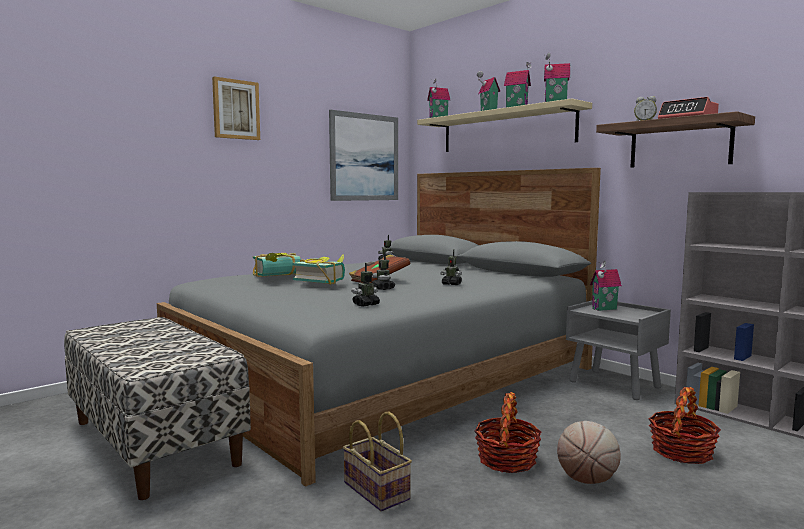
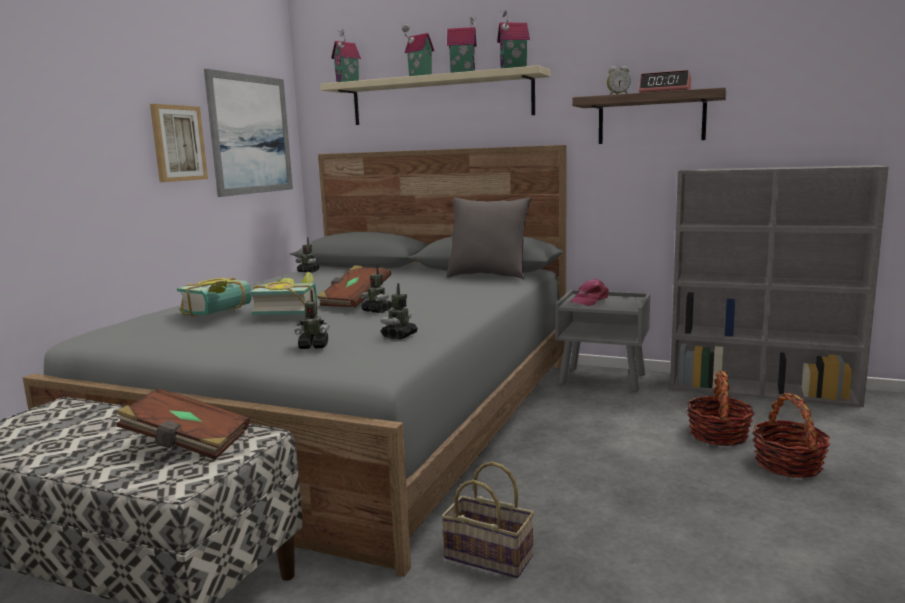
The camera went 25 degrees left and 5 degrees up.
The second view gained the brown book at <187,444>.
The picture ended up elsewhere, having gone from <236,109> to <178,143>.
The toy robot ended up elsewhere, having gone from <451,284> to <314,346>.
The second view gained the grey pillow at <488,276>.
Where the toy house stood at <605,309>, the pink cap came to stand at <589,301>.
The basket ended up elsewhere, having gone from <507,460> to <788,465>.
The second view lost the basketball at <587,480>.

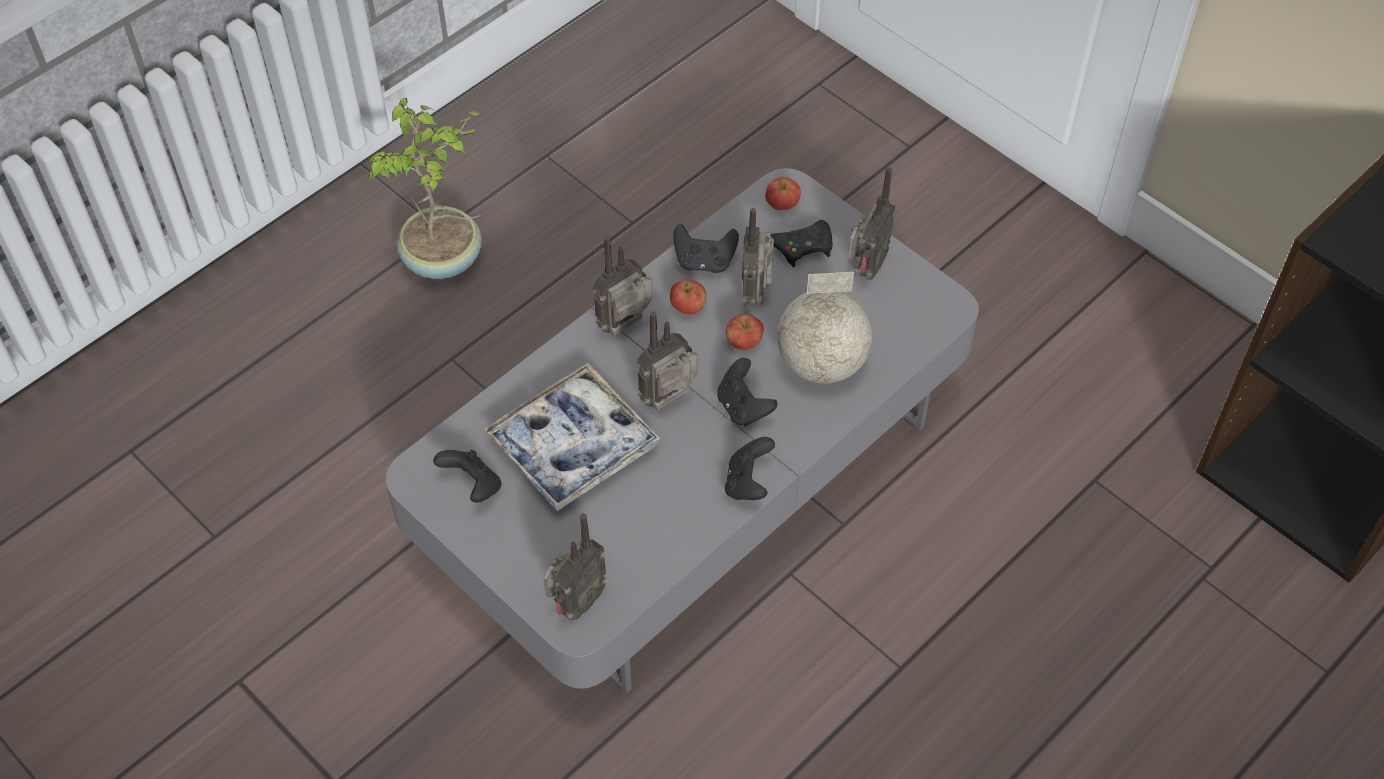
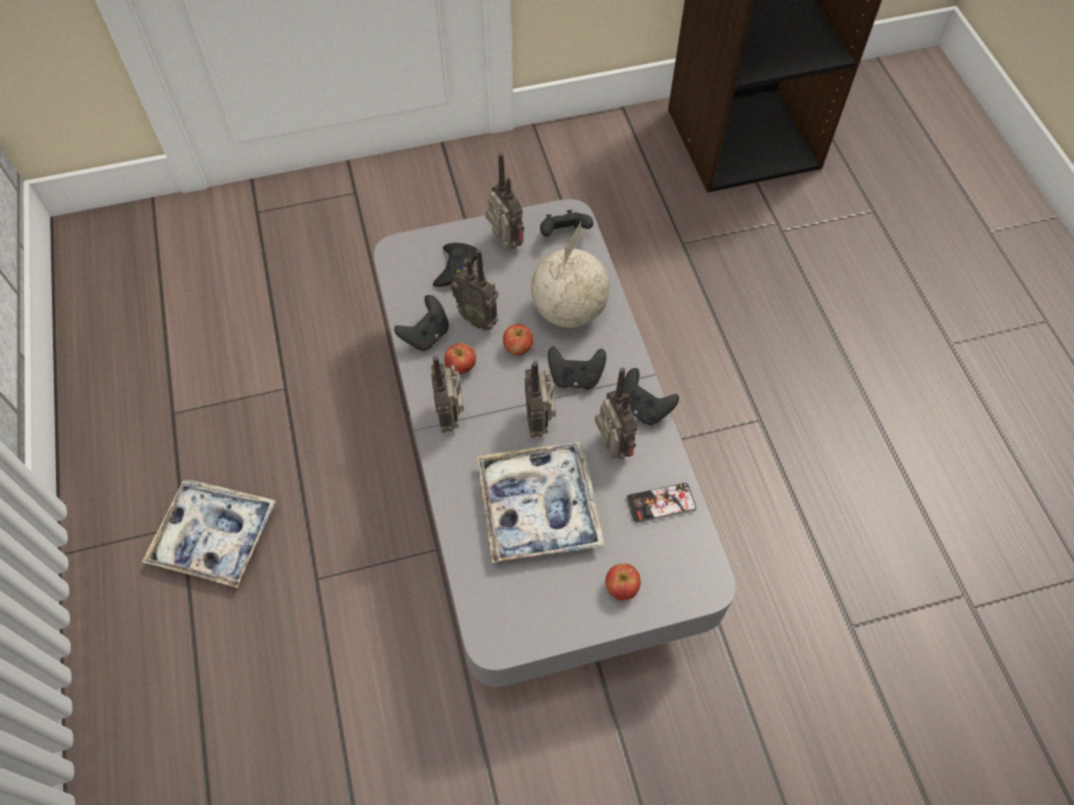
The camera went 60 degrees left and 5 degrees up.
Where the potted plant stood at <444,260>, the tray came to stand at <214,537>.
The black game controller ended up elsewhere, having gone from <473,486> to <564,234>.
The radio ended up elsewhere, having gone from <575,604> to <612,449>.
The apple ended up elsewhere, having gone from <782,205> to <621,587>.
The second view gained the phone at <660,504>.

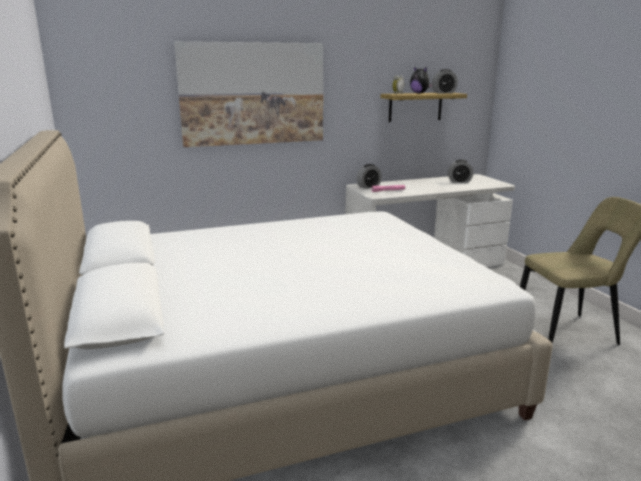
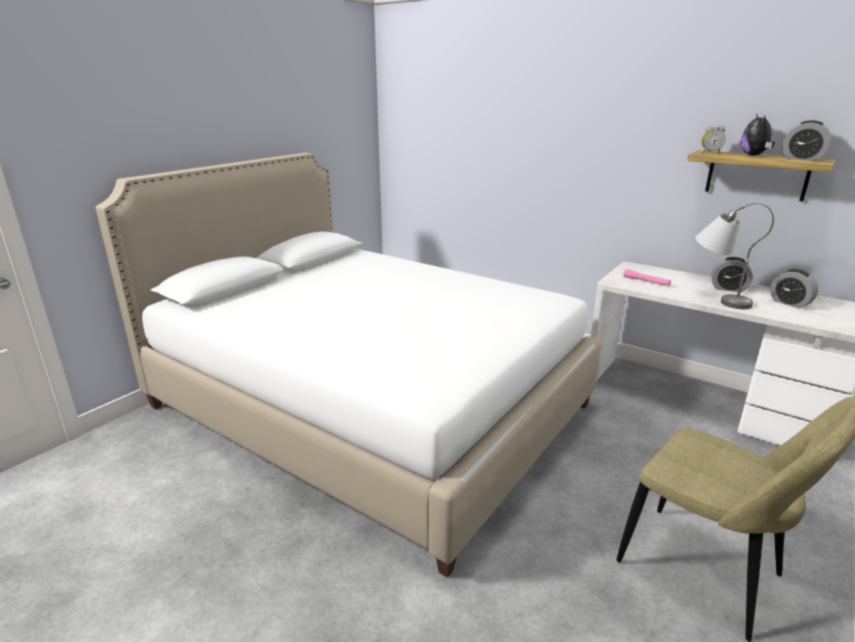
The camera went 55 degrees right and 5 degrees up.
The second view gained the grey table lamp at <716,298>.
The alarm clock ended up elsewhere, having gone from <368,187> to <728,289>.
The second view lost the picture at <253,94>.

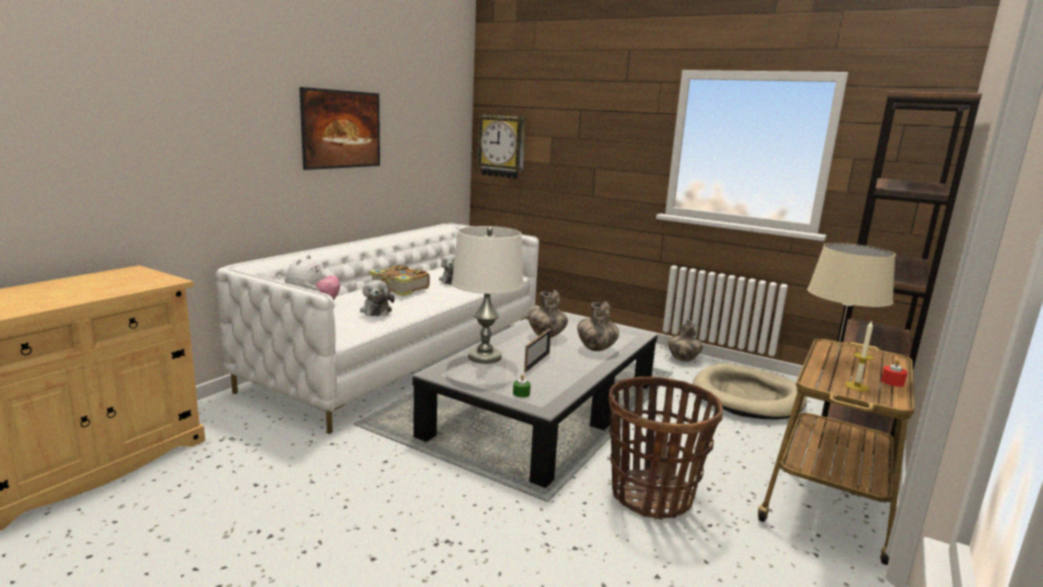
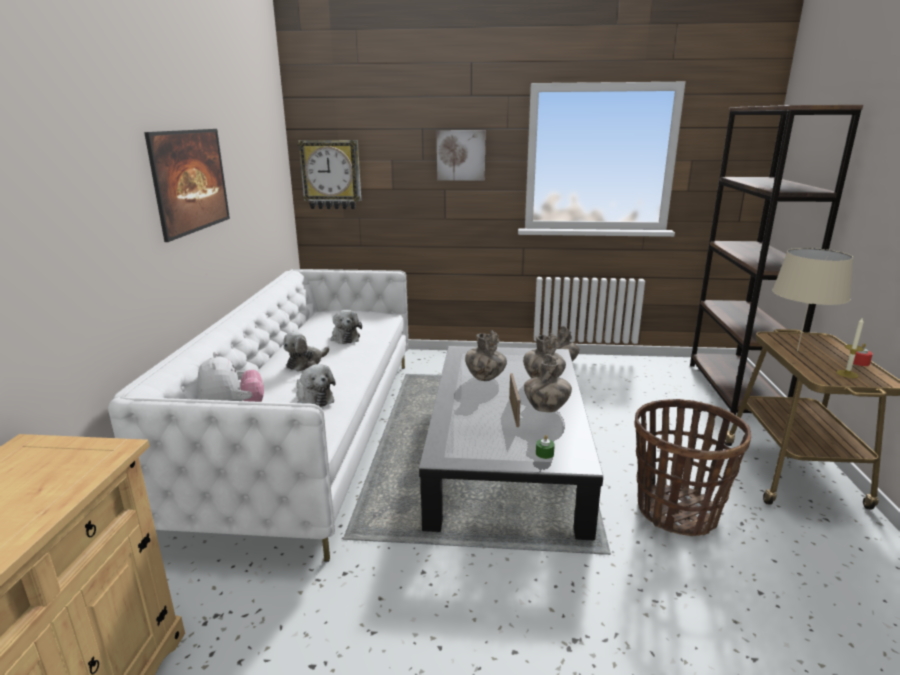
The camera went 25 degrees left and 5 degrees up.
Where the book stood at <399,289>, the plush toy came to stand at <306,363>.
The second view gained the picture at <461,155>.
The second view gained the vase at <546,409>.
The second view lost the white table lamp at <485,357>.
The second view lost the beige dog bed at <748,397>.

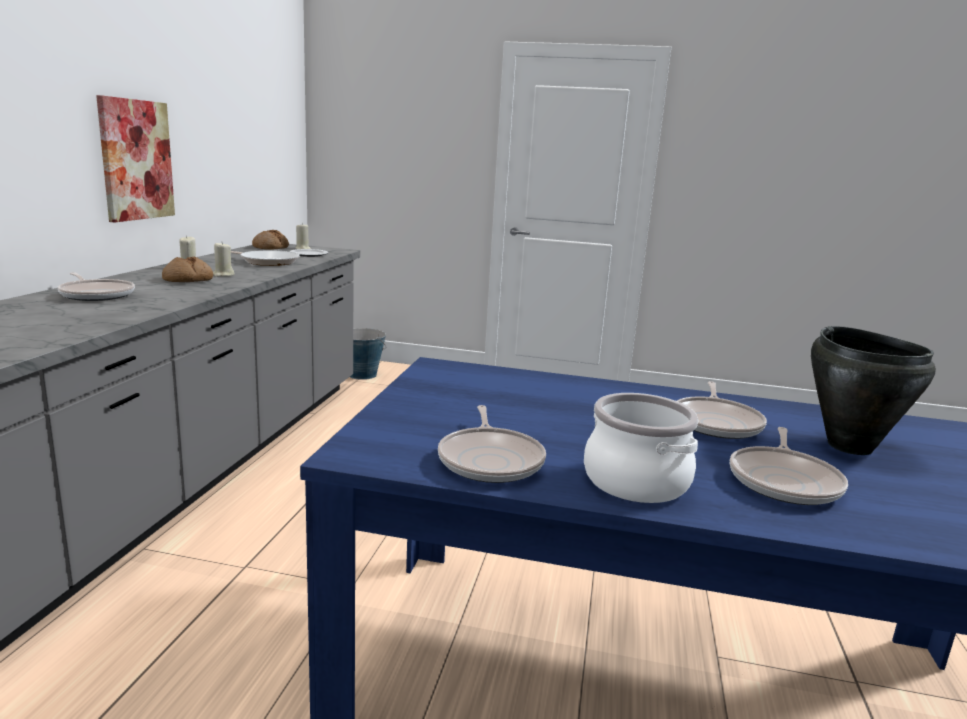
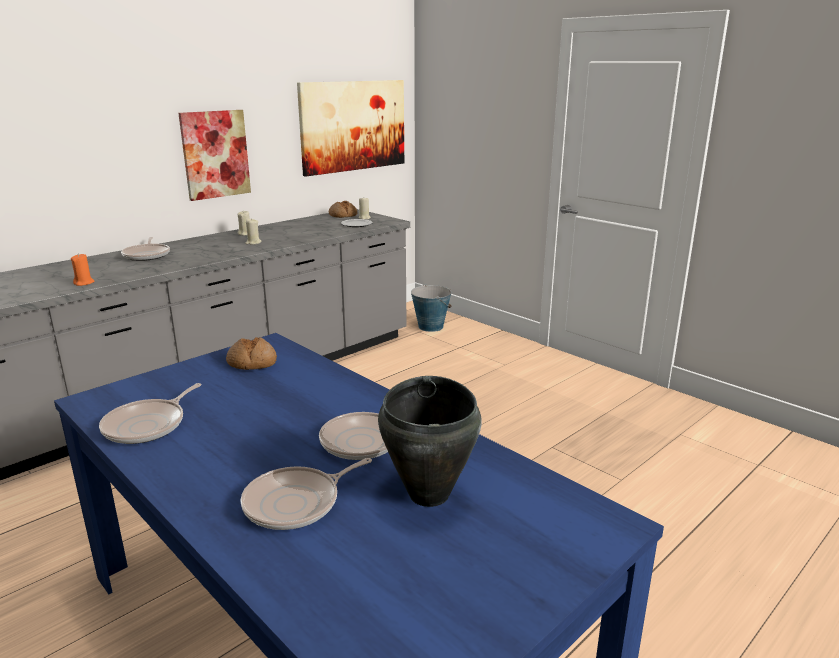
The camera went 35 degrees right and 5 degrees up.
The second view gained the orange candle at <84,283>.
The bread ended up elsewhere, having gone from <188,280> to <252,363>.
The second view gained the picture at <353,126>.
The second view lost the frying pan at <267,261>.
The second view lost the cooking pot at <635,482>.

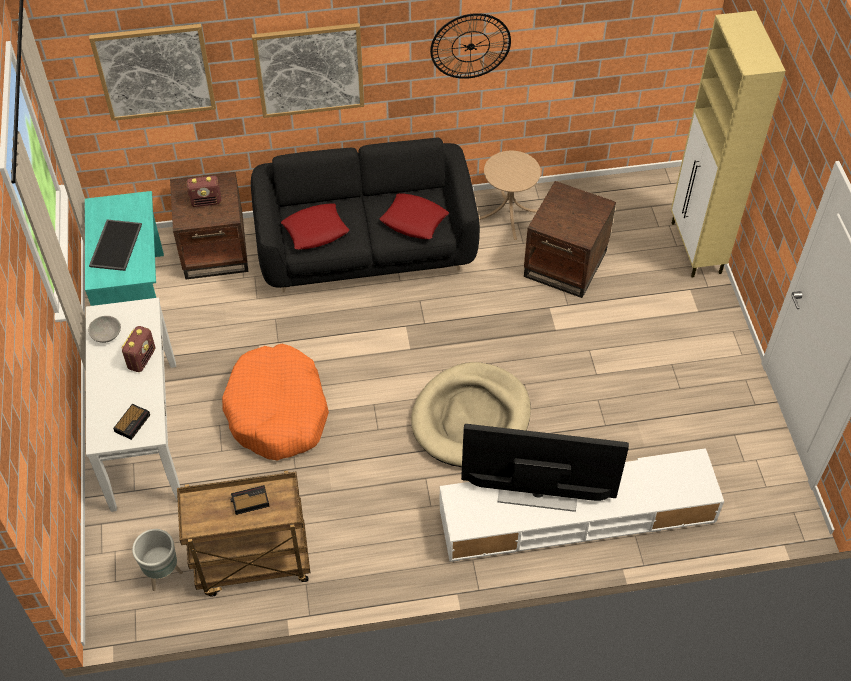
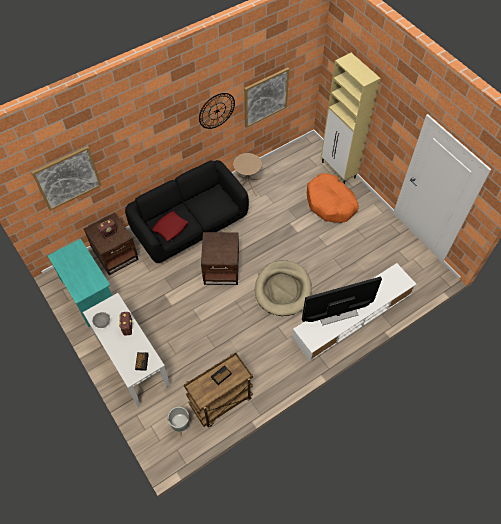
The camera went 25 degrees left and 5 degrees up.
The brown side table ended up elsewhere, having gone from <566,264> to <222,269>.
The picture ended up elsewhere, having gone from <309,70> to <265,97>.
The orange dog bed ended up elsewhere, having gone from <278,411> to <330,203>.
The second view lost the tray at <115,244>.
The second view lost the red pillow at <414,220>.

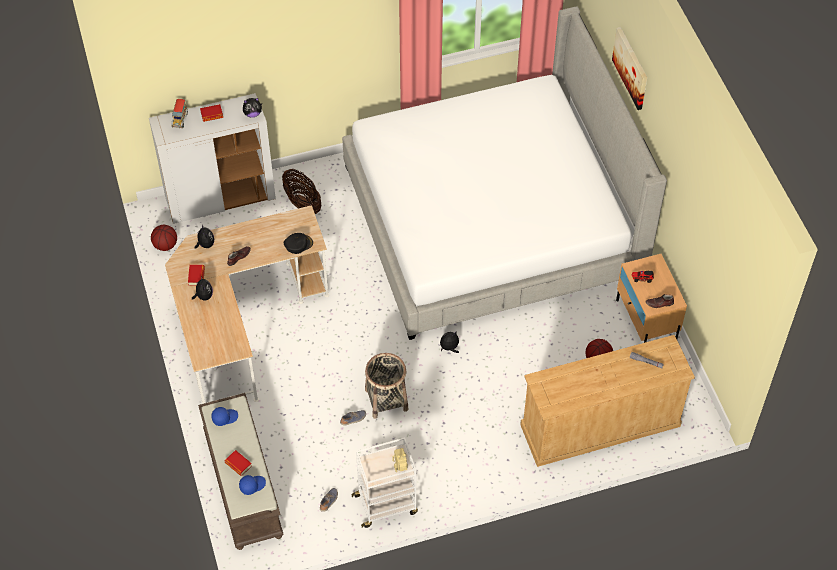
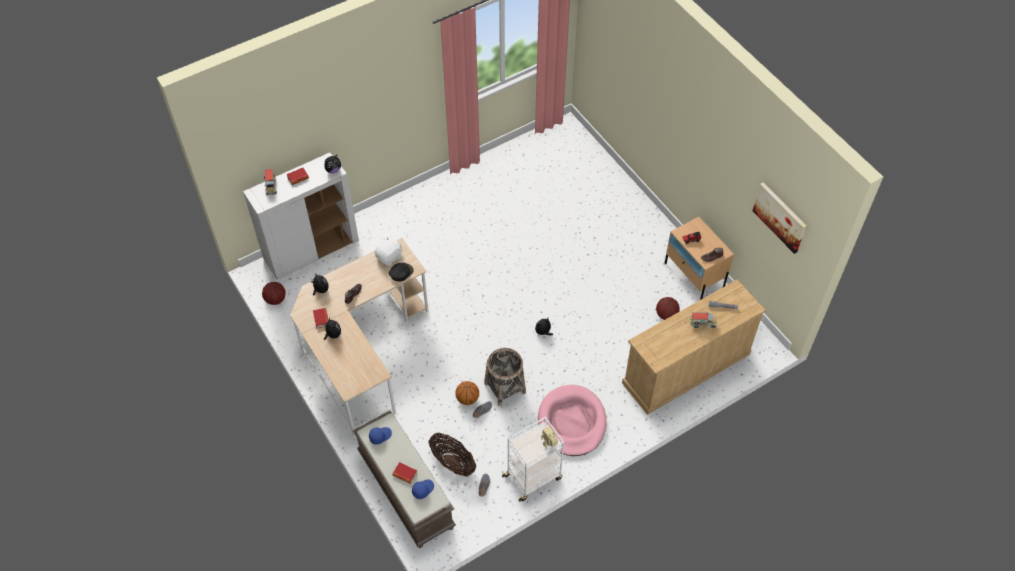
The camera went 15 degrees left and 0 degrees up.
The second view gained the white plush toy at <389,257>.
The basket ended up elsewhere, having gone from <302,203> to <453,462>.
The second view gained the basketball at <467,399>.
The second view gained the pink dog bed at <571,422>.
The second view gained the toy truck at <703,324>.
The picture ended up elsewhere, having gone from <631,68> to <780,217>.
The second view lost the bed at <491,221>.

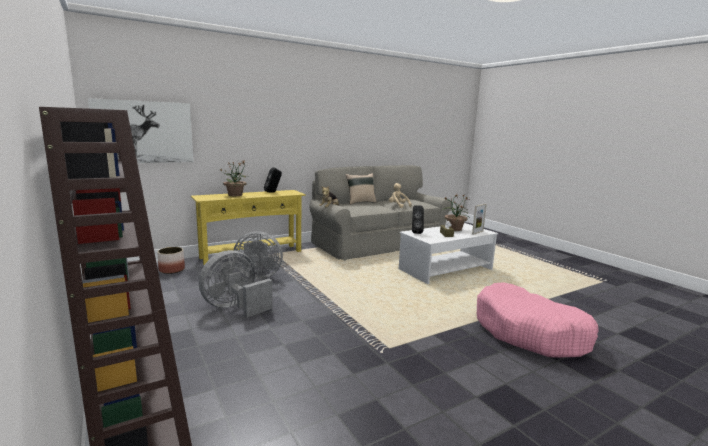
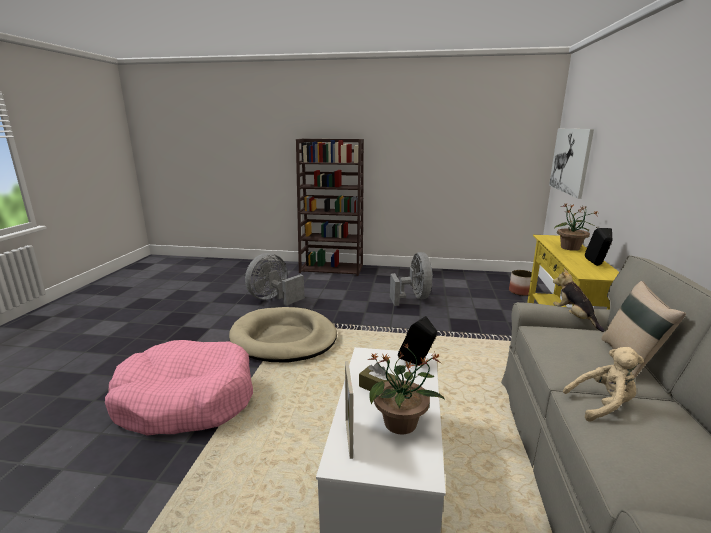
The camera went 130 degrees right and 5 degrees up.
The second view gained the beige dog bed at <284,338>.
The grey fan ended up elsewhere, having gone from <258,276> to <273,299>.

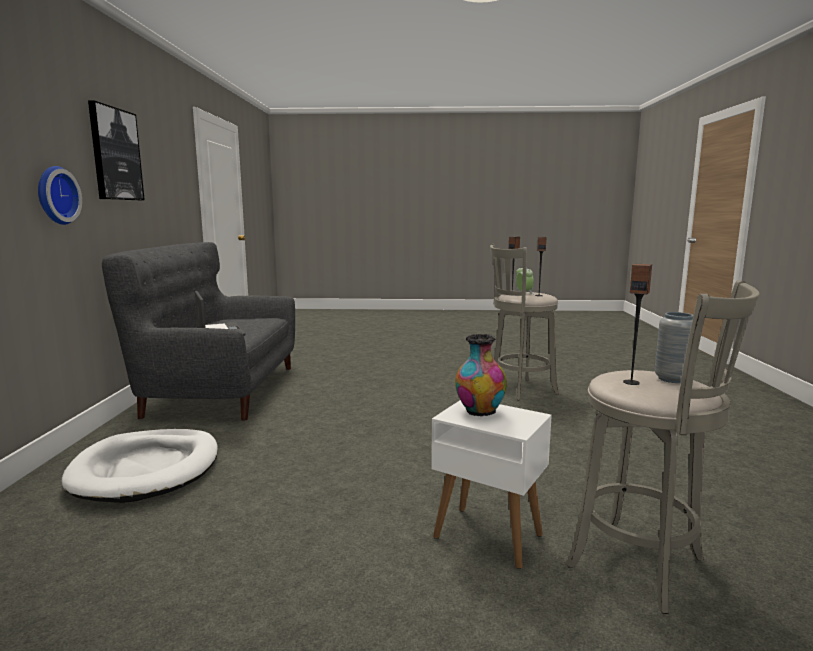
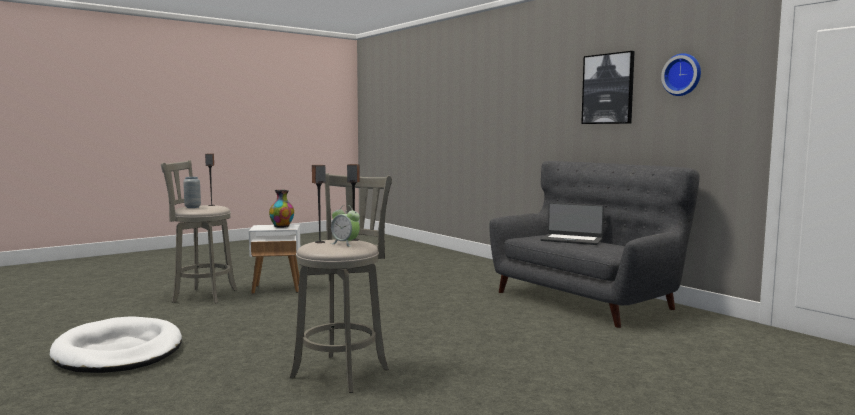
The camera went 140 degrees right and 5 degrees down.
The white dog bed ended up elsewhere, having gone from <147,469> to <119,351>.
The wall clock ended up elsewhere, having gone from <55,195> to <682,75>.

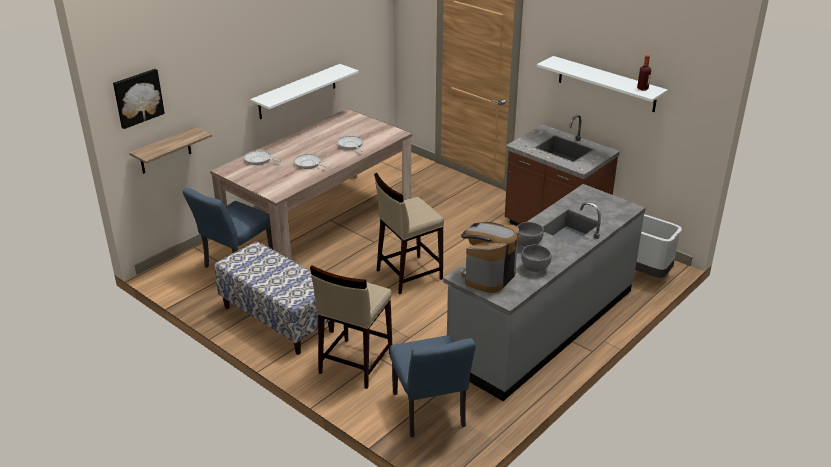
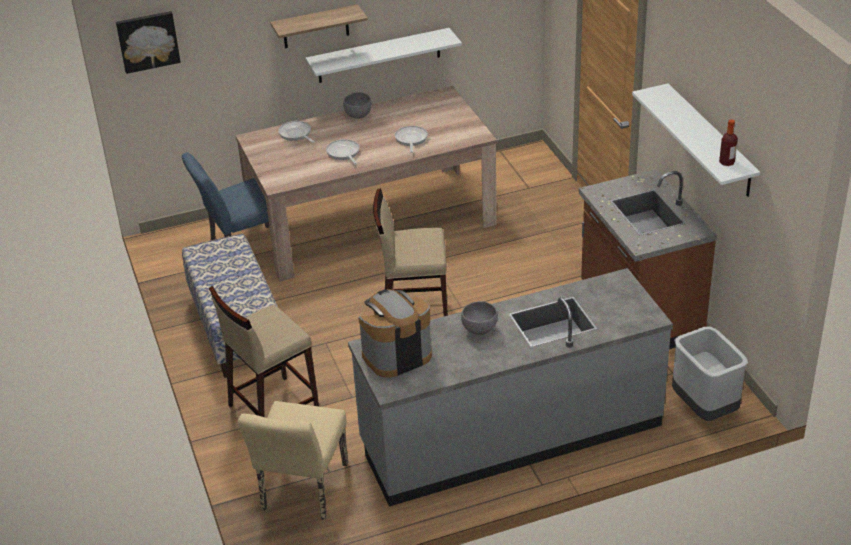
The camera went 30 degrees right and 5 degrees up.
What was the blue chair at <430,414> turned into the beige chair at <301,492>.
The shelf ended up elsewhere, having gone from <165,151> to <315,27>.
The grey bowl ended up elsewhere, having gone from <534,268> to <358,115>.

